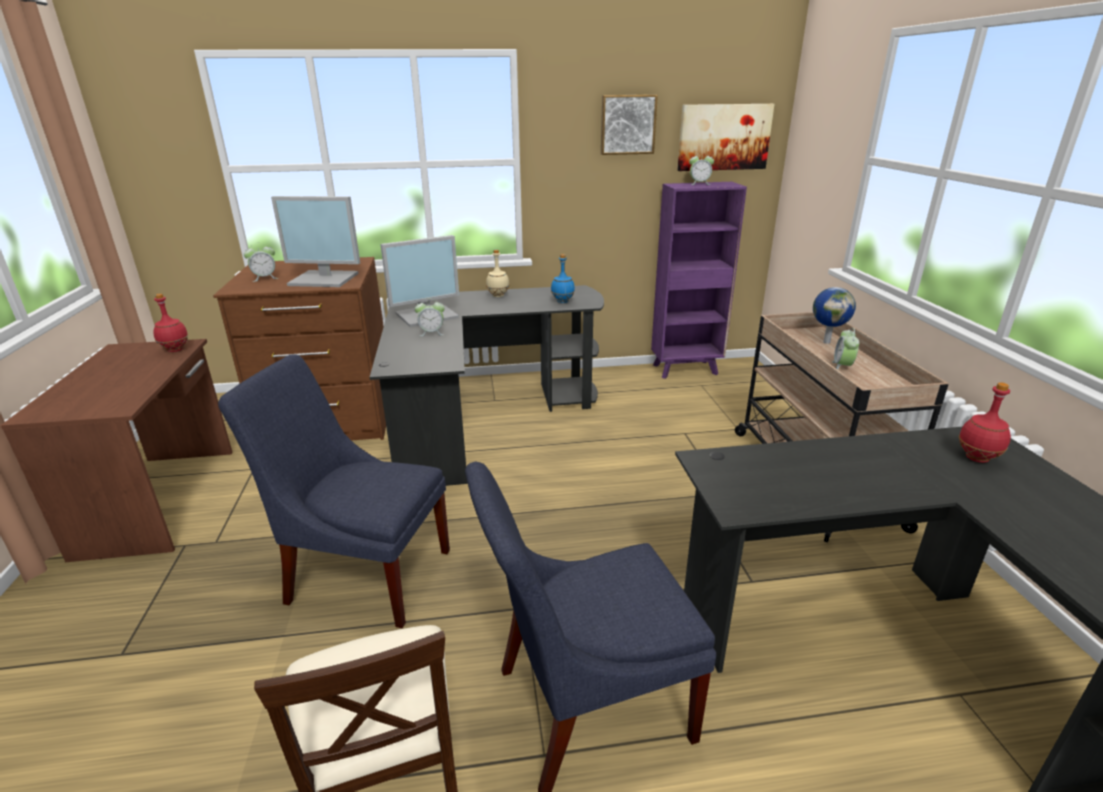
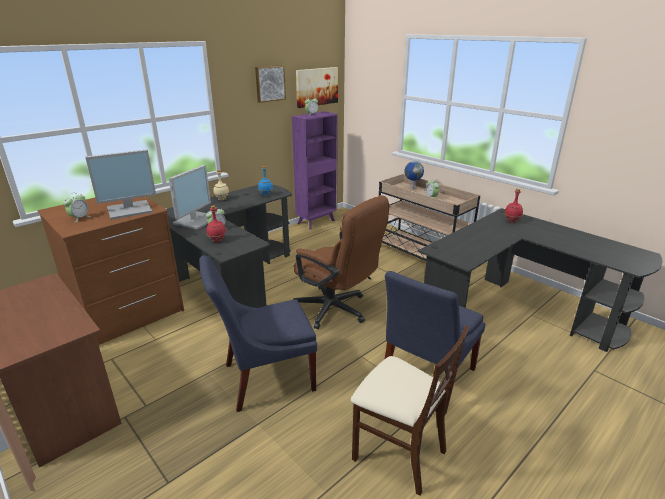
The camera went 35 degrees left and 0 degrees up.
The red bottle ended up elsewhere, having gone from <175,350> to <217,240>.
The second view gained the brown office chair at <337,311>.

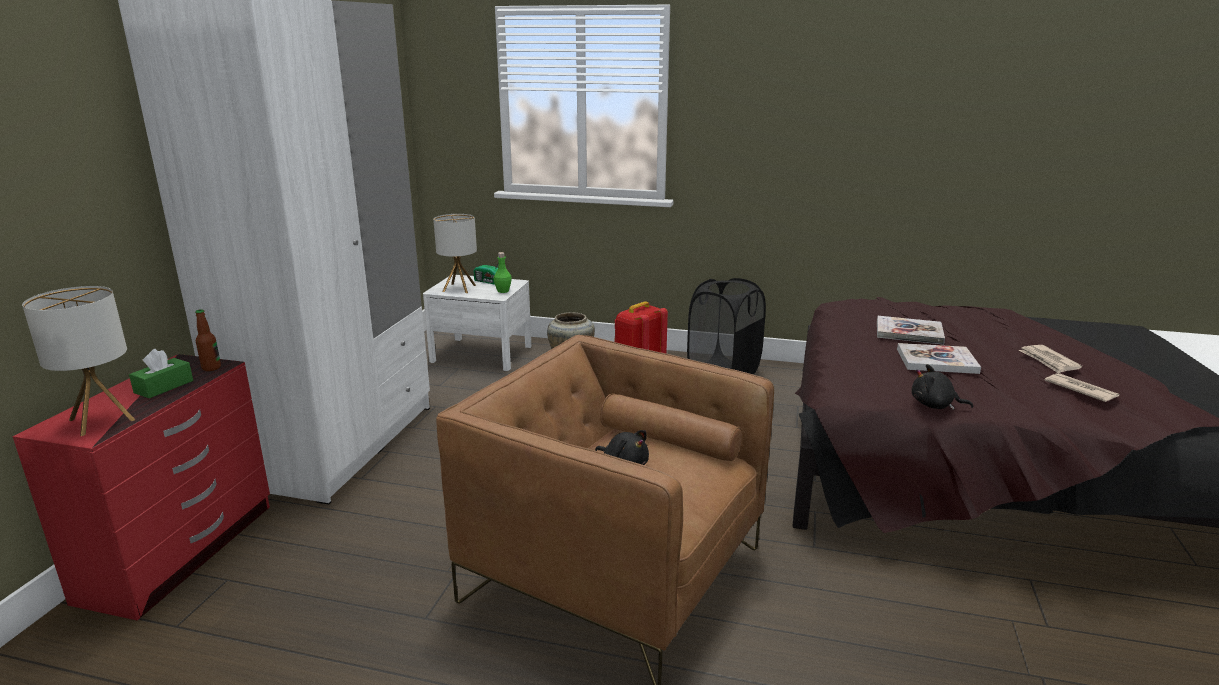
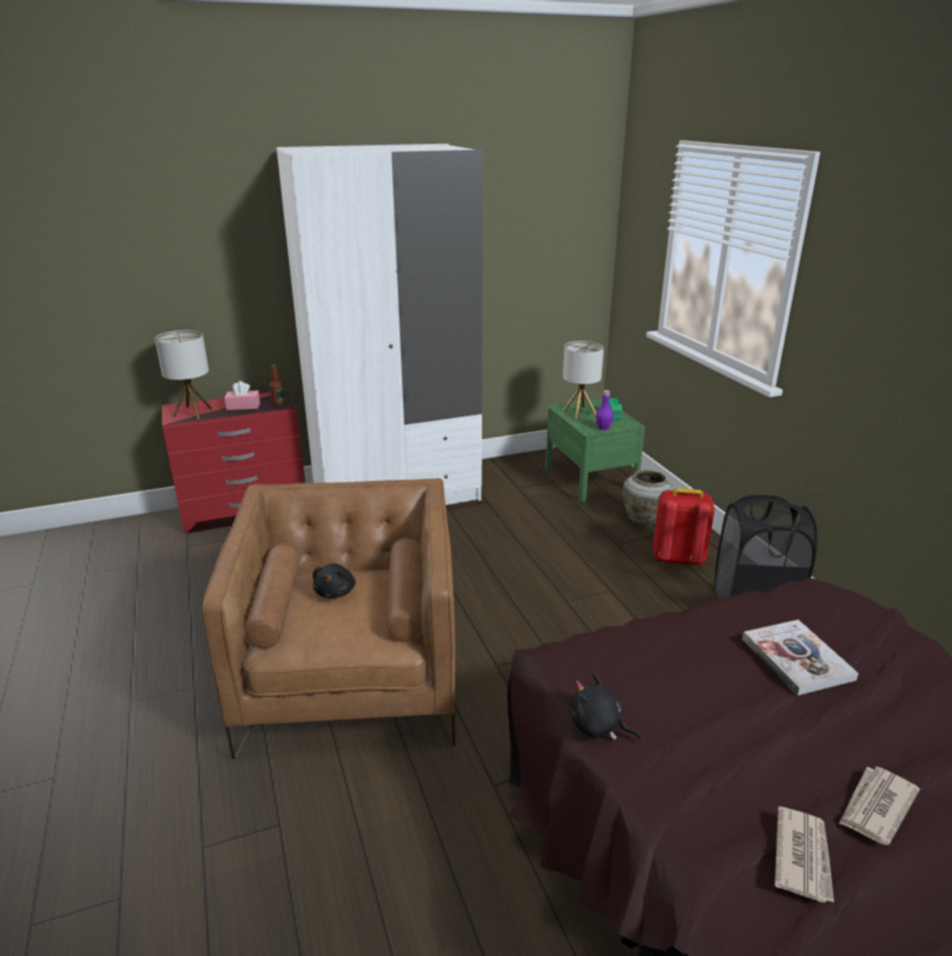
The camera went 55 degrees right and 5 degrees up.
What was the green tissue box at <164,387> turned into the pink tissue box at <243,406>.
What was the white nightstand at <481,354> turned into the green nightstand at <590,479>.
The black plush toy at <935,405> ended up facing another way, 45 degrees counterclockwise from before.
What was the green bottle at <503,291> turned into the purple bottle at <603,428>.
The second view lost the book at <936,361>.

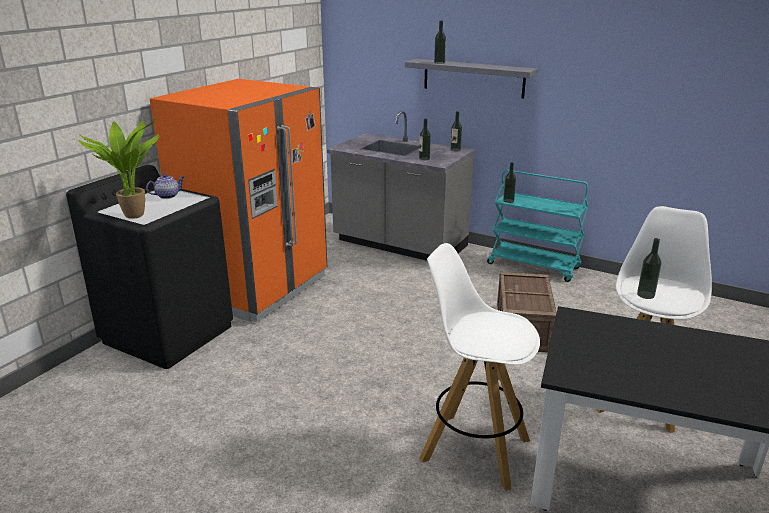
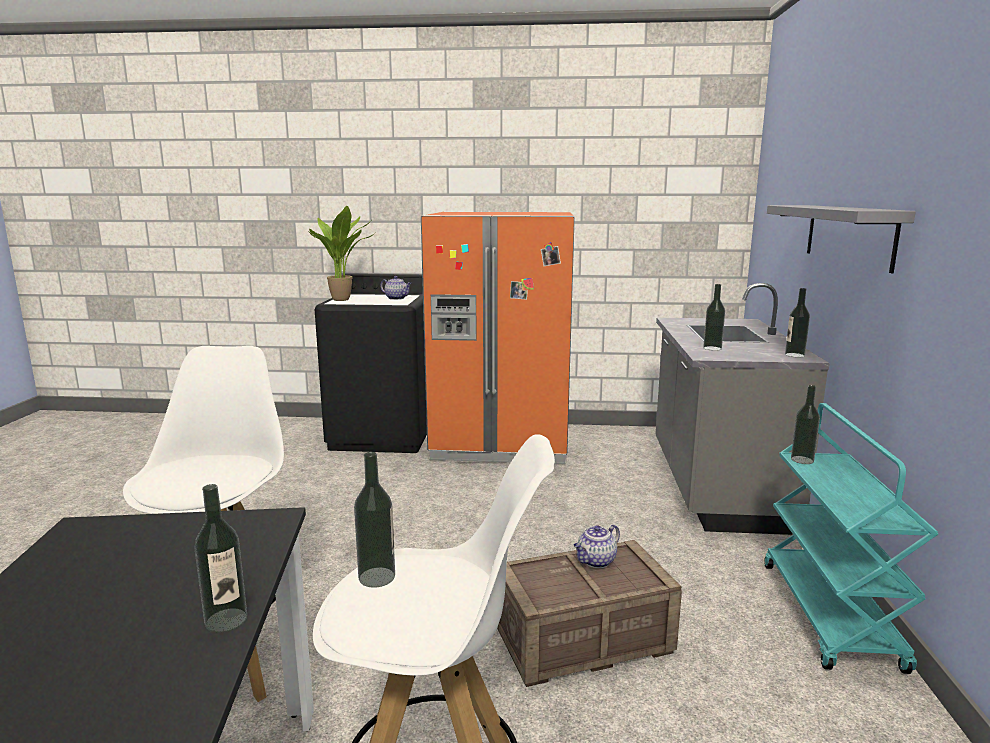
The camera went 65 degrees right and 10 degrees down.
The bottle ended up elsewhere, having gone from <439,63> to <226,620>.
The second view gained the teapot at <596,561>.

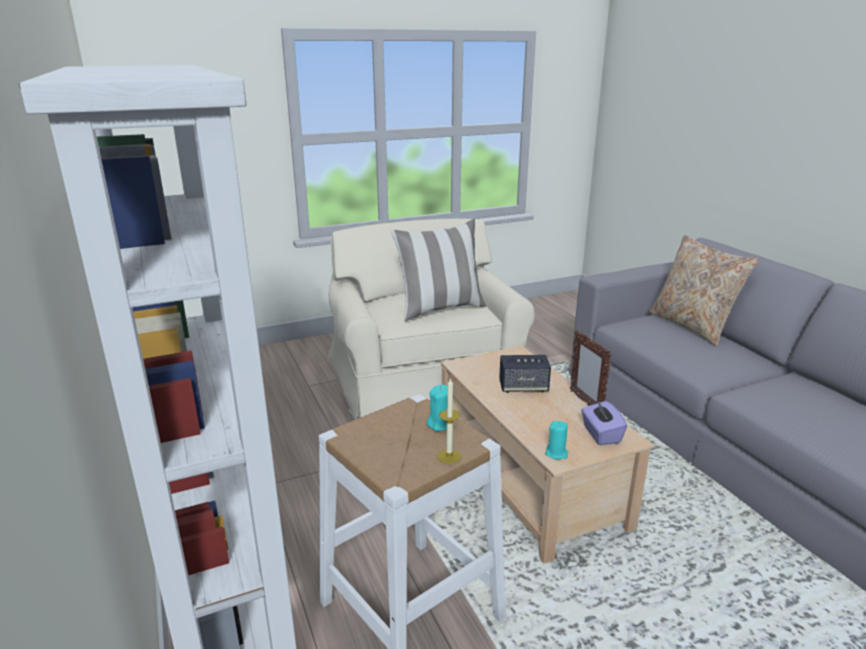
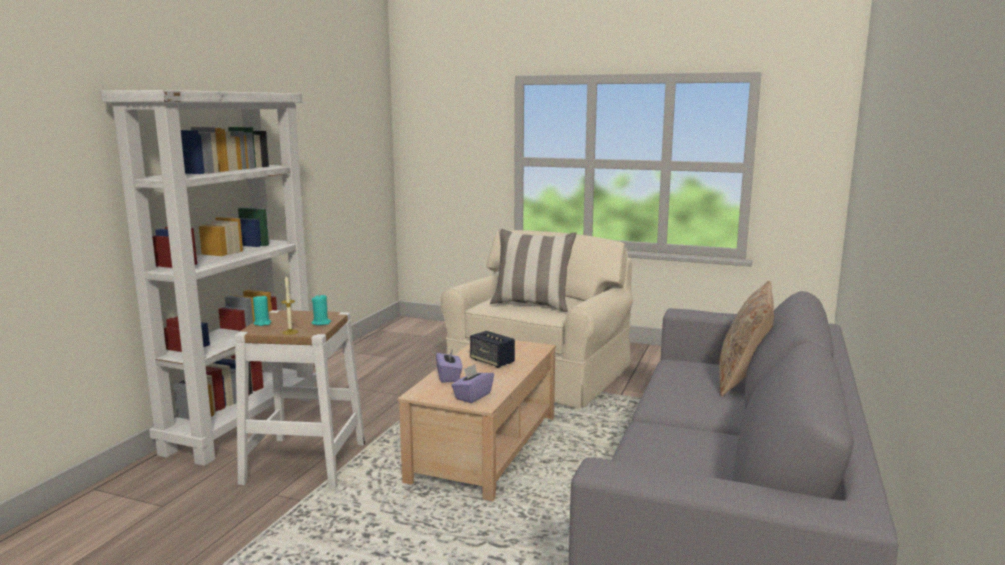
The camera went 45 degrees right and 10 degrees down.
The turquoise candle ended up elsewhere, having gone from <556,453> to <262,323>.
The second view gained the purple tissue box at <449,377>.
The second view lost the picture frame at <585,403>.

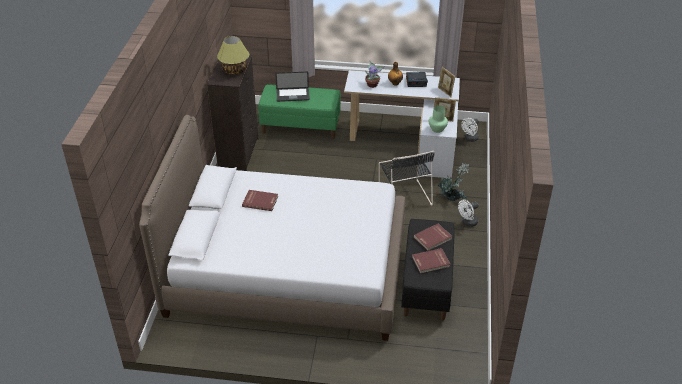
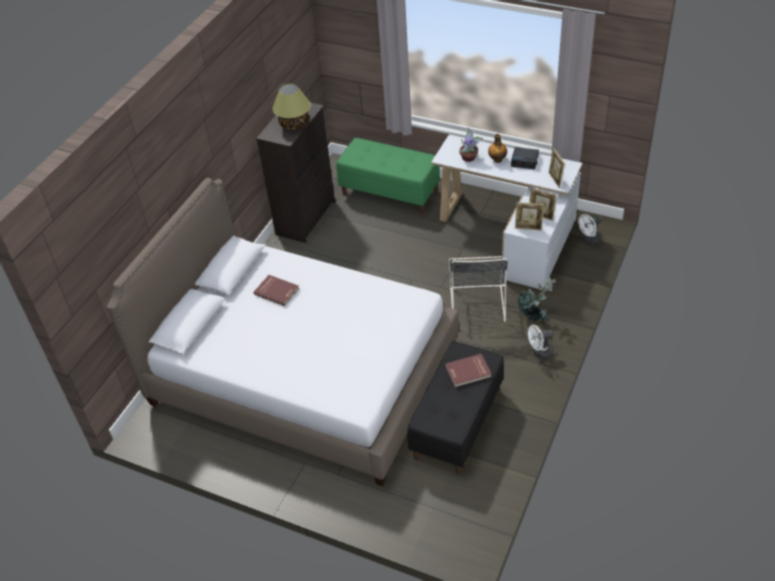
The camera went 20 degrees right and 5 degrees up.
Where the green vase stood at <437,129>, the picture frame came to stand at <528,228>.
The second view lost the laptop at <293,95>.
The second view lost the red book at <431,262>.

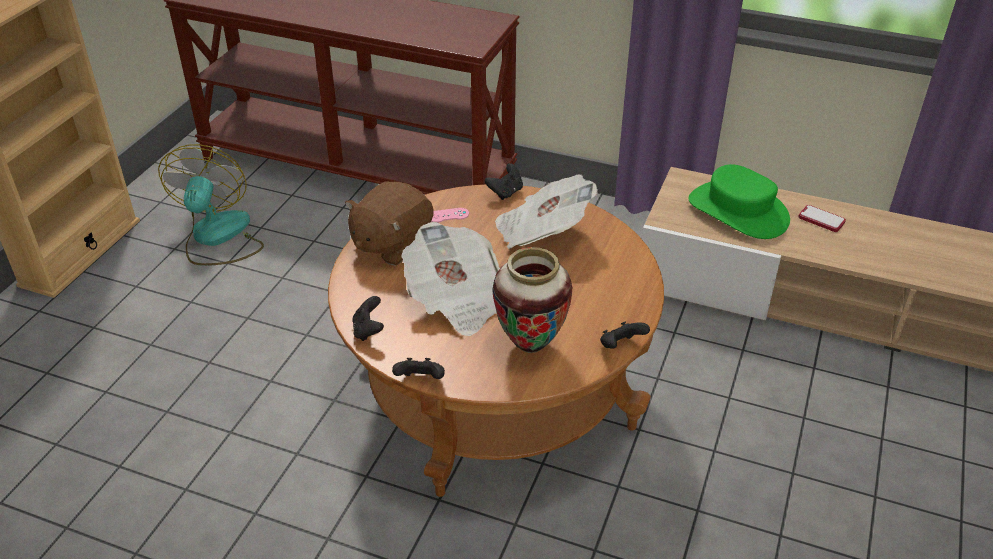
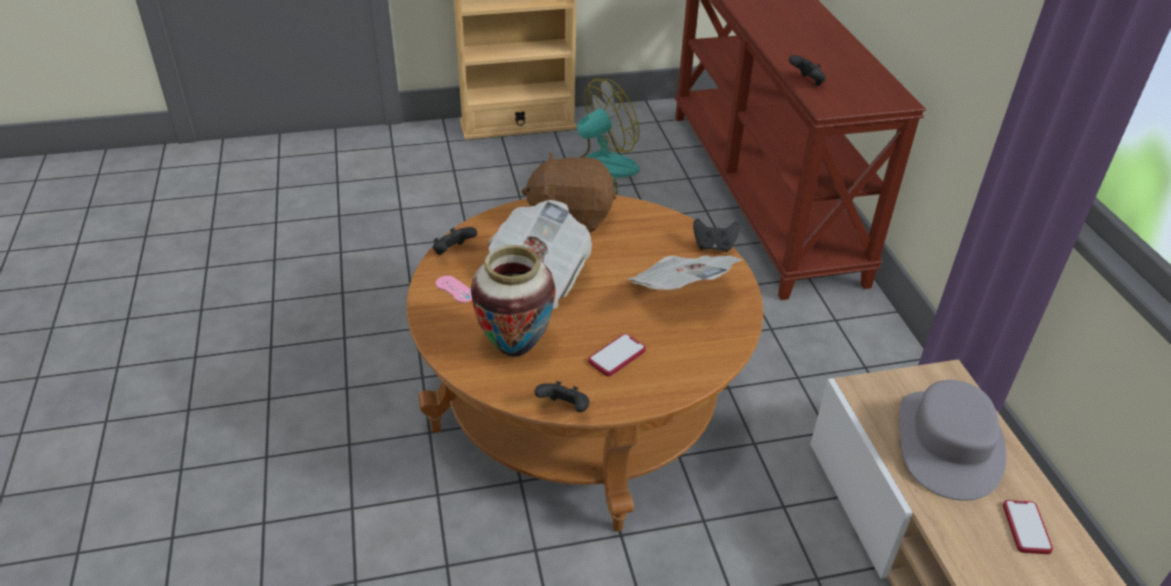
The camera went 55 degrees right and 0 degrees up.
The pink game controller ended up elsewhere, having gone from <448,215> to <455,289>.
The second view gained the phone at <617,356>.
The black game controller ended up elsewhere, having gone from <420,381> to <807,82>.
What was the green hat at <738,211> turned into the grey hat at <948,444>.

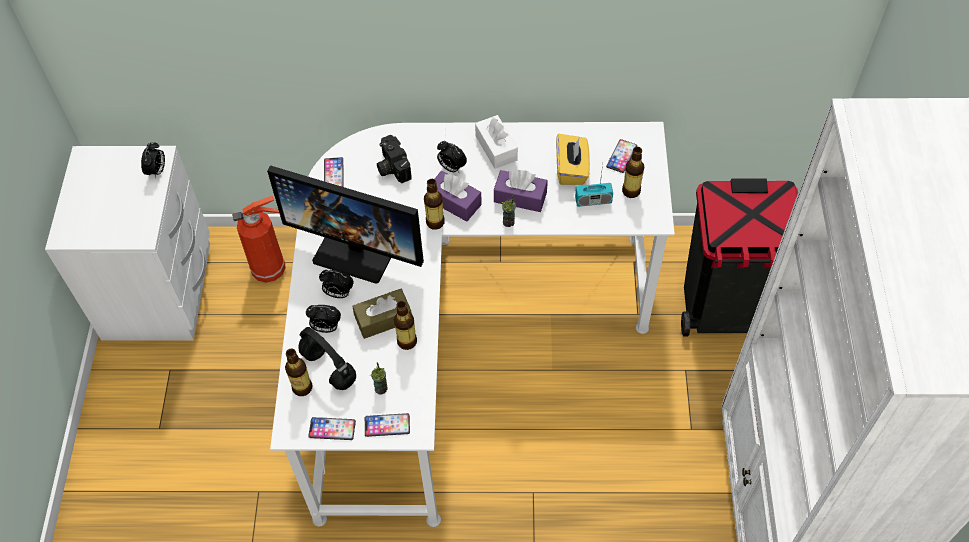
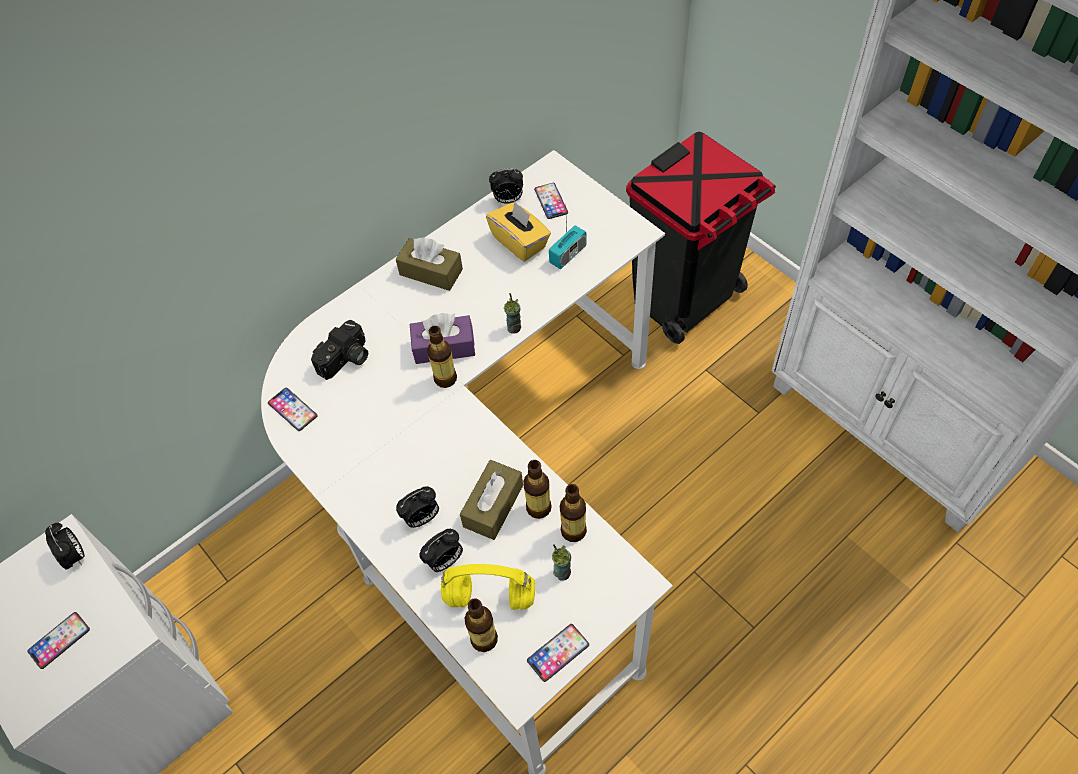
The camera went 40 degrees left and 0 degrees up.
The phone ended up elsewhere, having gone from <387,425> to <59,640>.
The photo camera at <391,167> ended up facing another way, 75 degrees counterclockwise from before.
What was the white tissue box at <496,148> turned into the brown tissue box at <431,272>.
What was the black headphones at <330,368> turned into the yellow headphones at <491,596>.
The alarm clock ended up elsewhere, having gone from <451,168> to <508,200>.
The bottle ended up elsewhere, having gone from <631,191> to <573,531>.
The second view lost the fire extinguisher at <271,269>.
The second view lost the monitor at <358,249>.
The second view lost the purple tissue box at <520,197>.

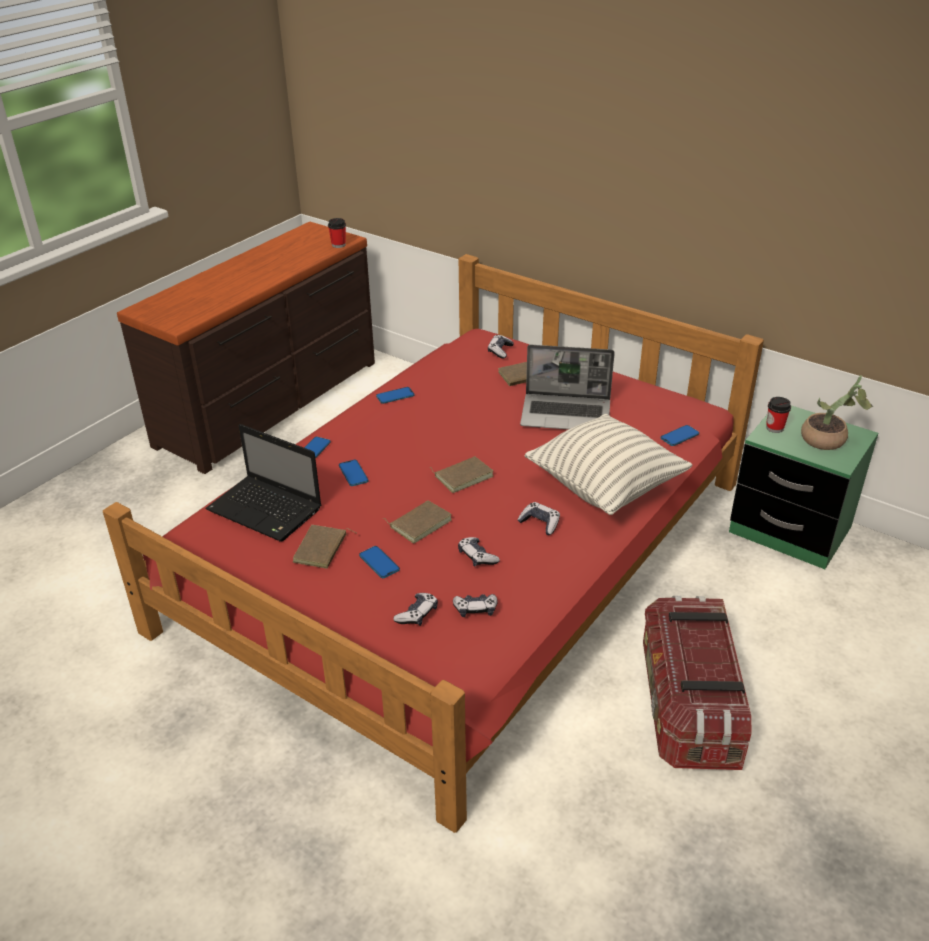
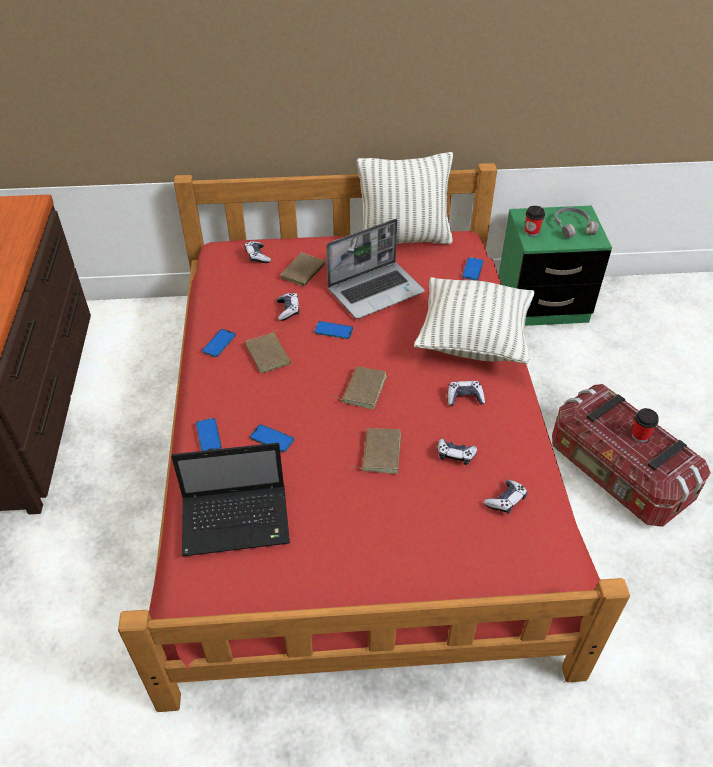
The camera went 40 degrees left and 10 degrees up.
The brown book ended up elsewhere, having gone from <322,549> to <270,354>.
The game controller ended up elsewhere, having gone from <417,614> to <288,310>.
The phone ended up elsewhere, having gone from <379,563> to <333,331>.
The second view gained the pillow at <404,239>.
Where the potted plant stood at <828,441>, the grey headphones came to stand at <573,227>.
The cup ended up elsewhere, having gone from <338,245> to <639,435>.

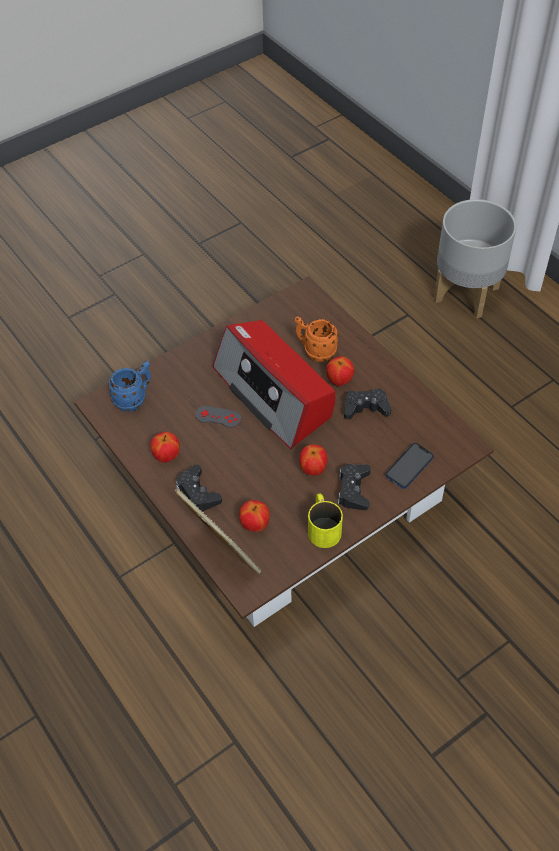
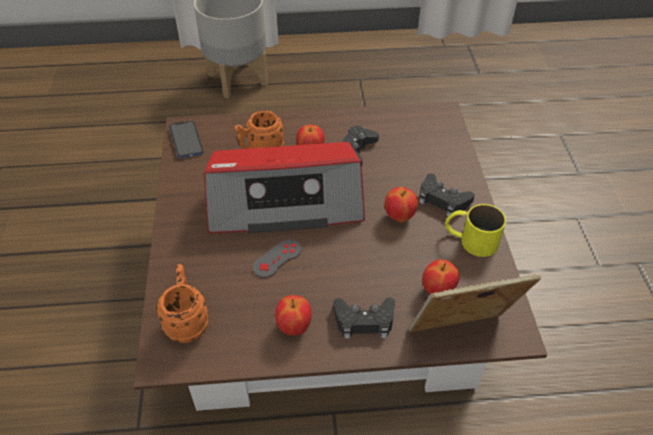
The camera went 60 degrees left and 5 degrees down.
What was the blue mug at <134,399> turned into the orange mug at <187,321>.
The phone ended up elsewhere, having gone from <409,466> to <186,140>.

